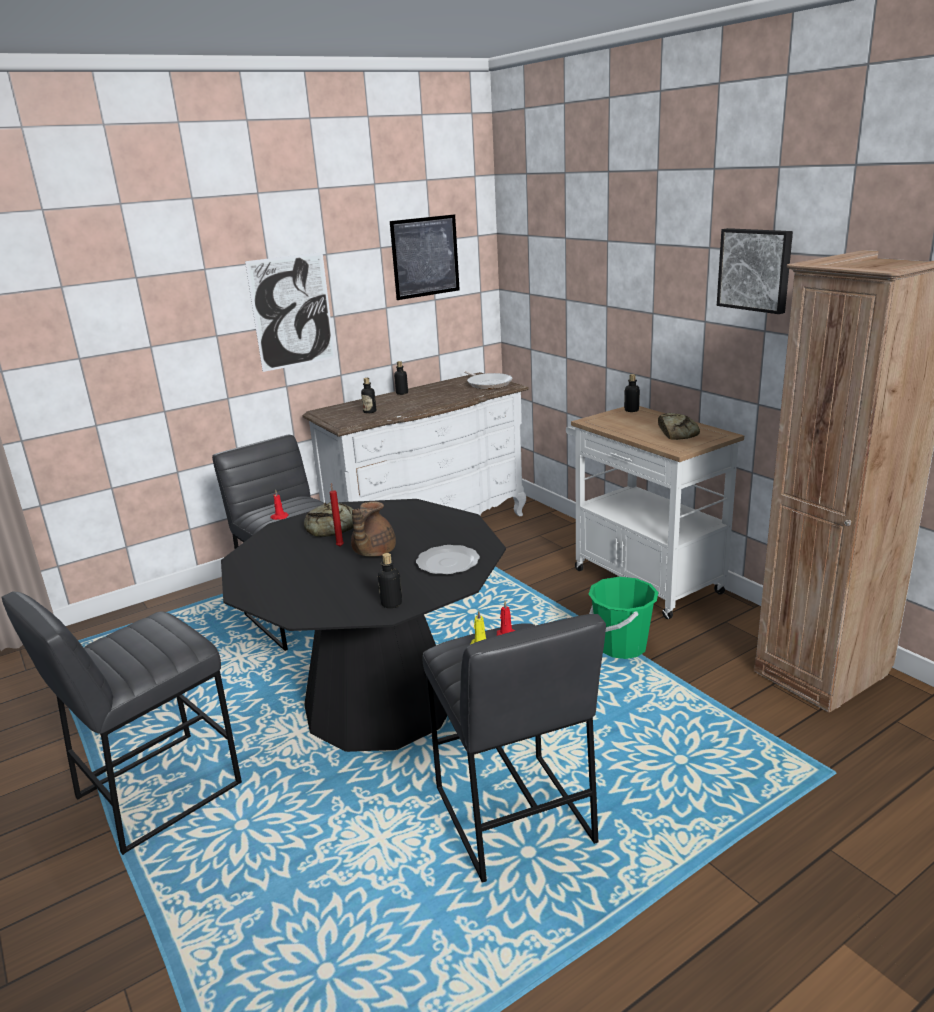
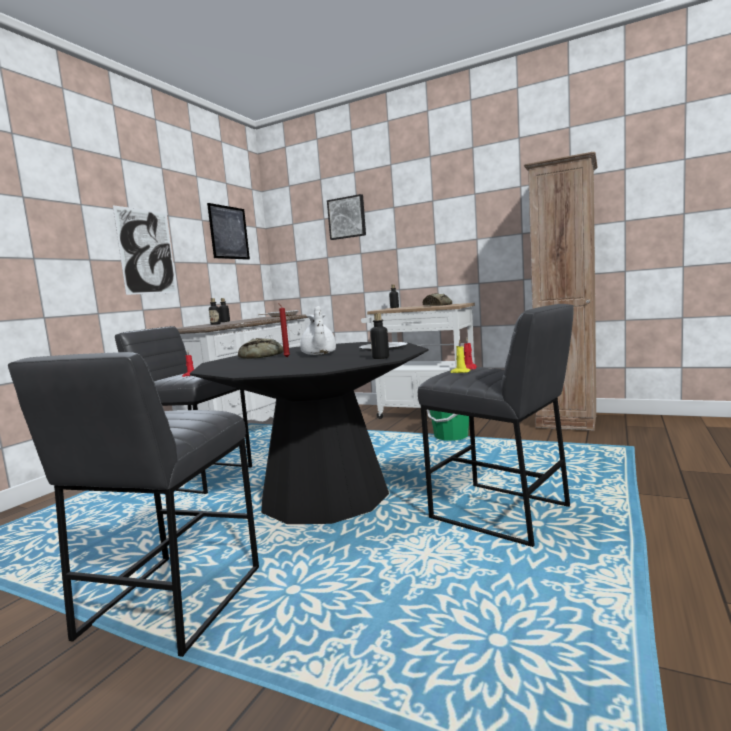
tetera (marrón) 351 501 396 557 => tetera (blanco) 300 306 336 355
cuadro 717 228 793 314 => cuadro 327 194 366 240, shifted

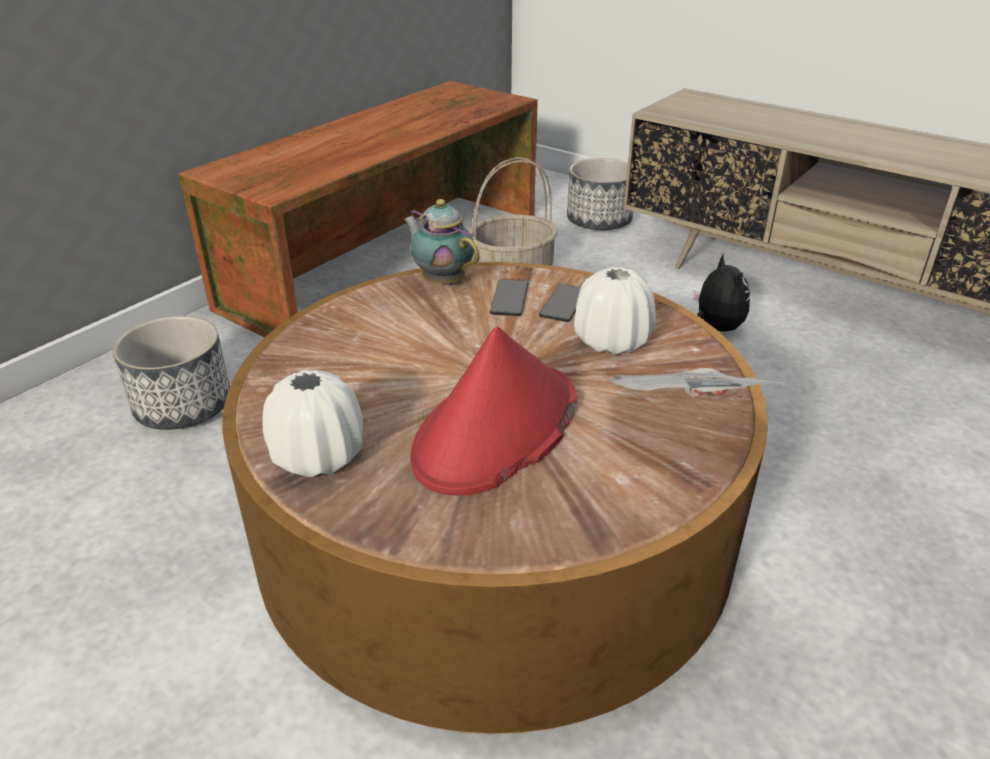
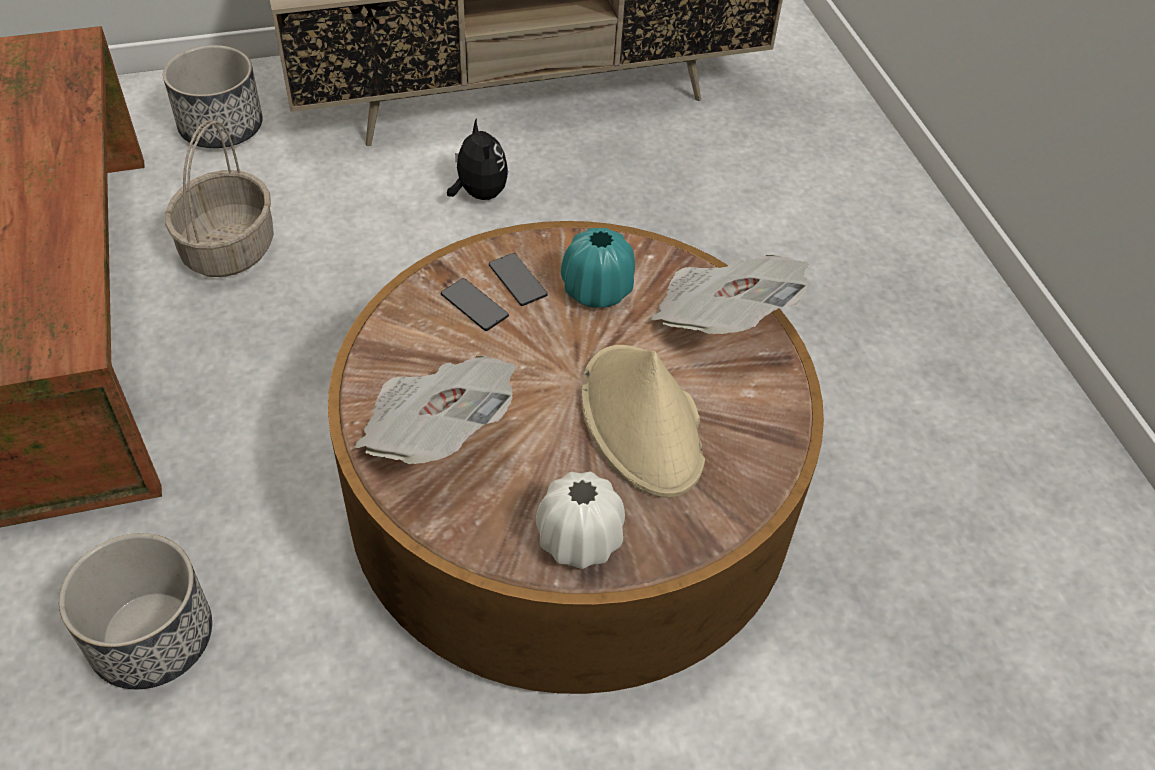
tetera 404 199 479 285 => nothing
sombrero (rojo) 410 326 577 495 => sombrero (beis) 581 345 705 498
florero (blanco) 574 267 656 355 => florero (turquesa) 561 228 635 308
peluche 693 254 750 332 => peluche 447 118 508 200, 45 degrees clockwise
nothing => periódico 355 355 516 464

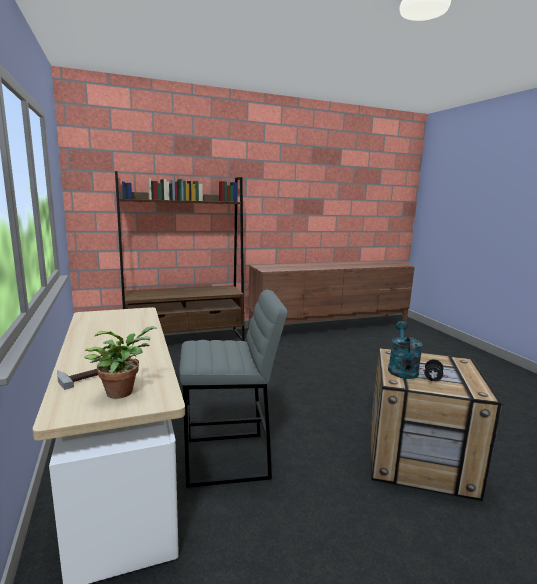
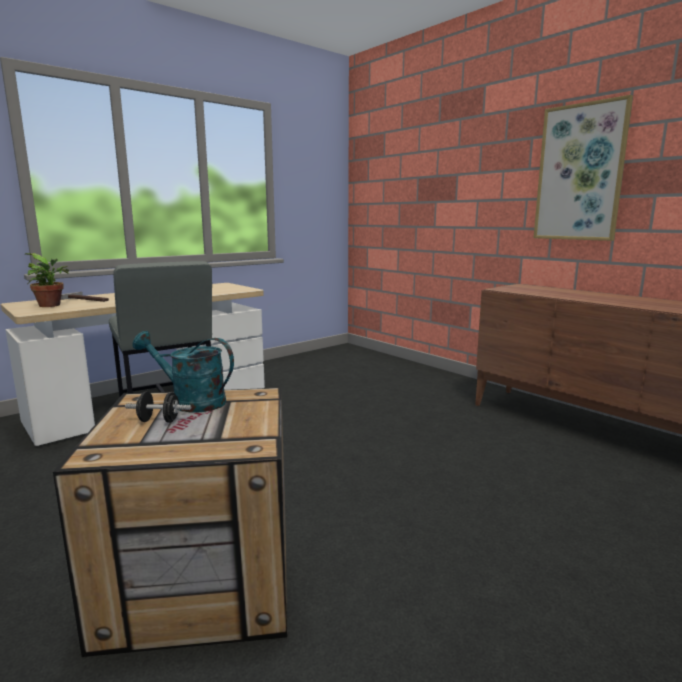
estantería (marrón) 115 171 244 341 => nothing
regadera (turquesa) 388 321 423 379 => regadera (turquesa) 132 331 234 412, 150 degrees counterclockwise
nothing => cuadro 533 95 633 241

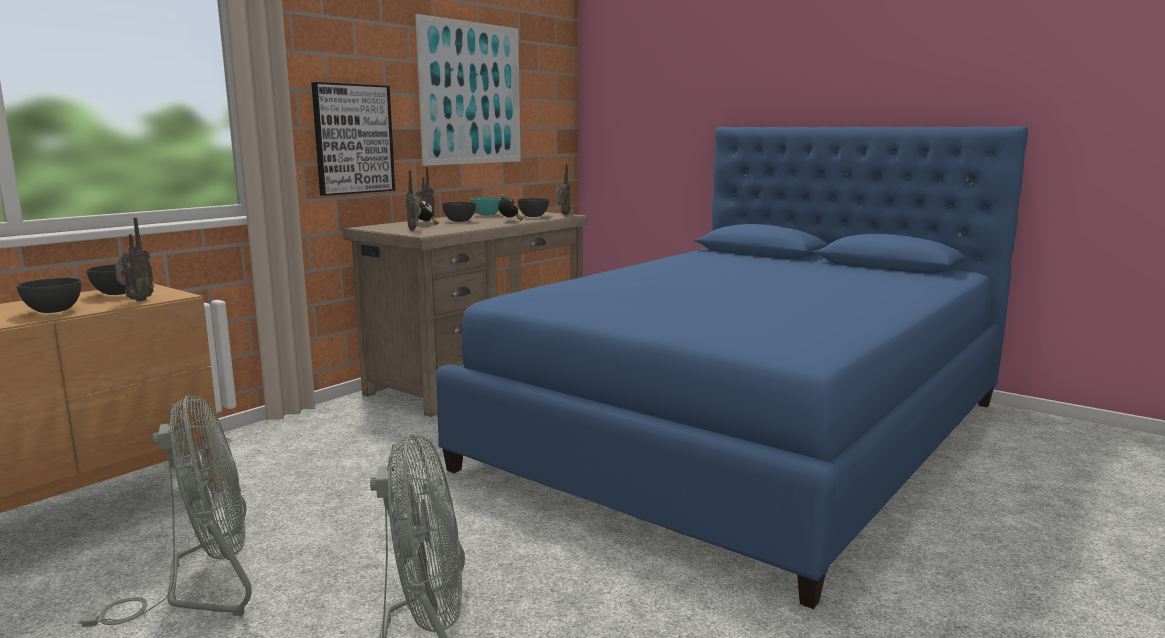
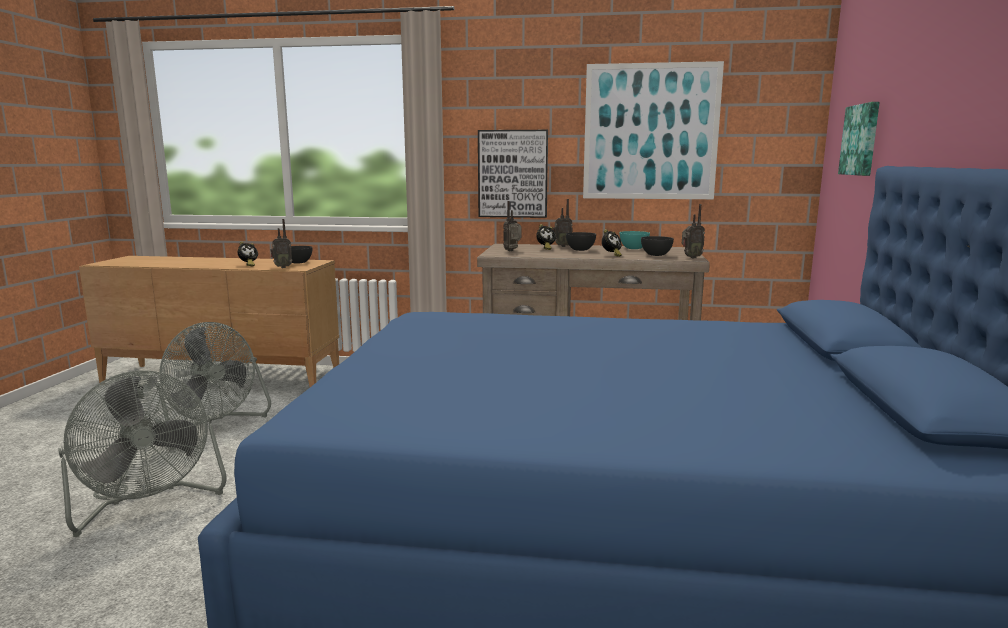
cuenco (gris) 17 278 81 313 => despertador 238 242 258 266
nothing => cuadro 838 102 880 176

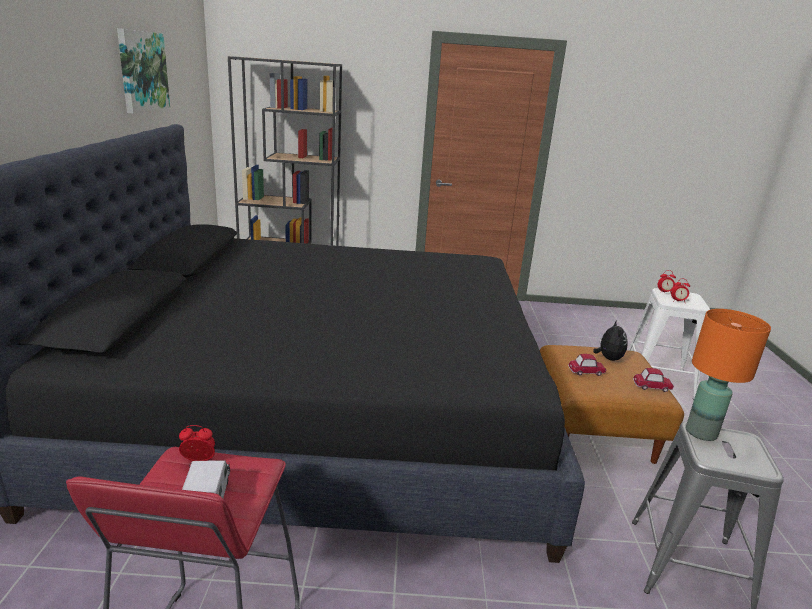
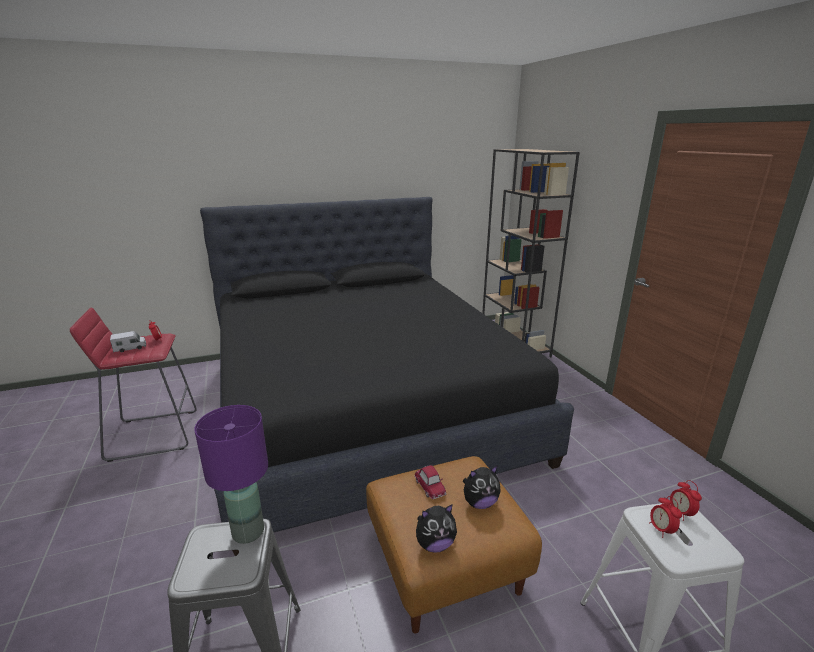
cuadro 117 28 170 114 => nothing
coche de juguete 633 368 674 392 => peluche 416 504 457 553
lámpara de mesa (naranja) 686 309 771 441 => lámpara de mesa (morado) 195 405 268 544

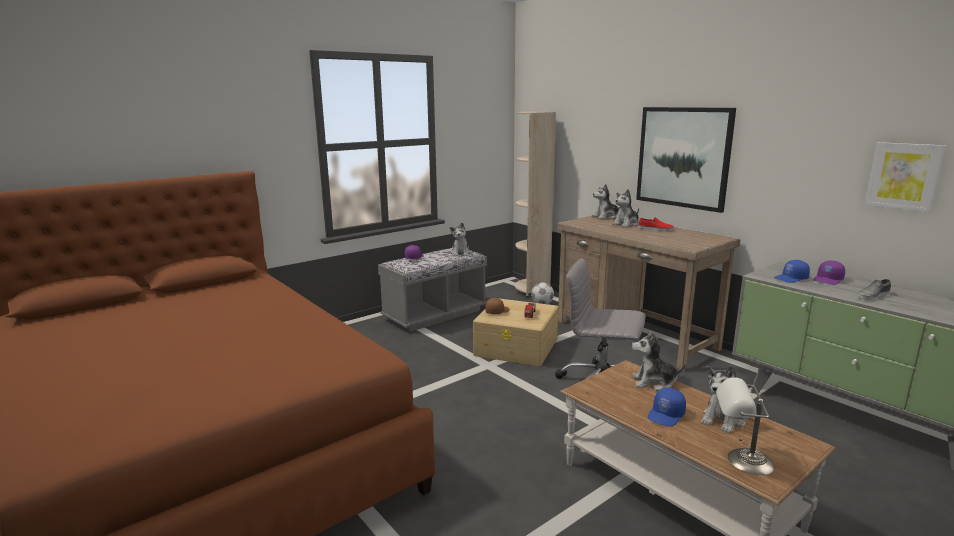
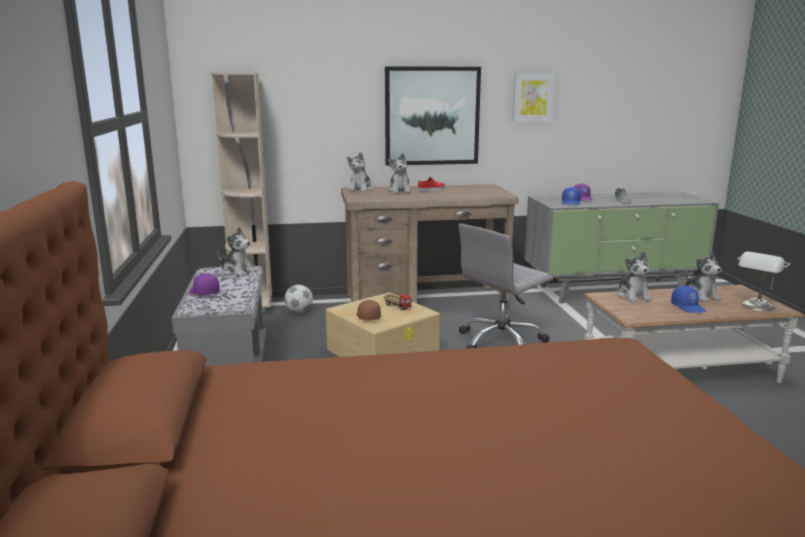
peluche 631 331 686 391 => peluche 617 251 652 302, 45 degrees counterclockwise
cuadro 865 142 946 212 => cuadro 513 73 555 122, shifted

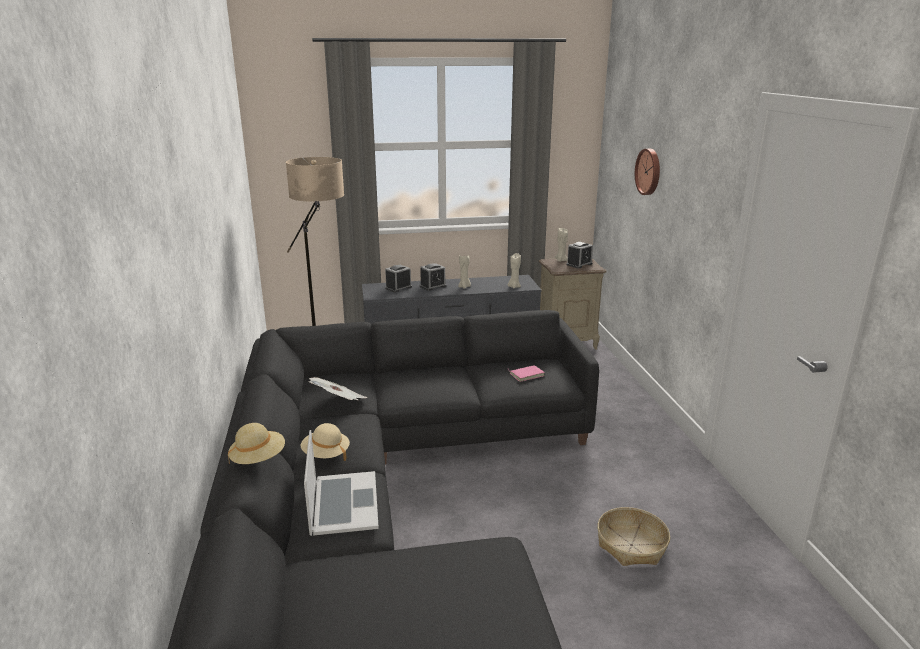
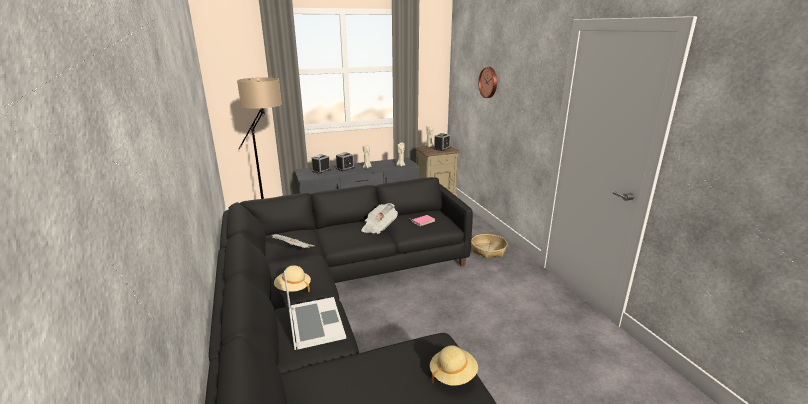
sombrero (beis) 228 423 285 464 => sombrero (beis) 430 345 478 386, shifted
cesta 597 507 670 566 => cesta 471 234 507 259, shifted
nothing => periódico 361 203 398 234

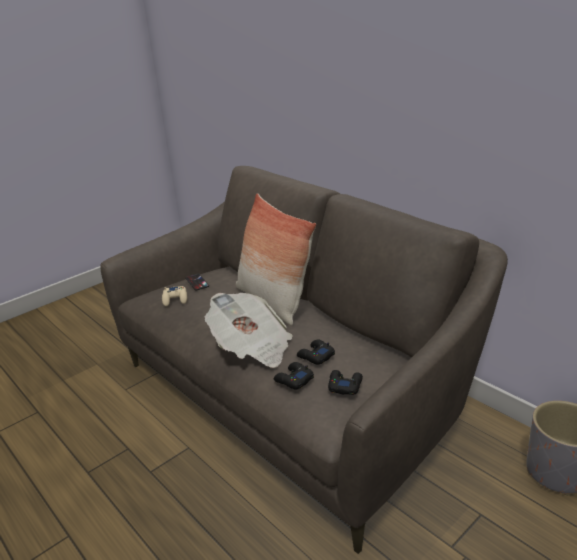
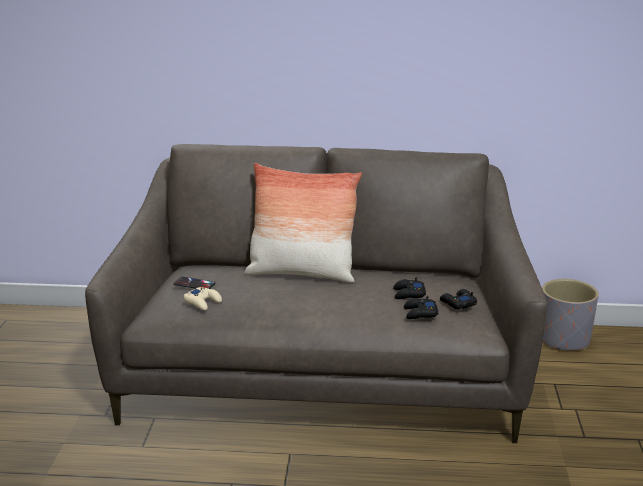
periódico 205 293 293 368 => nothing

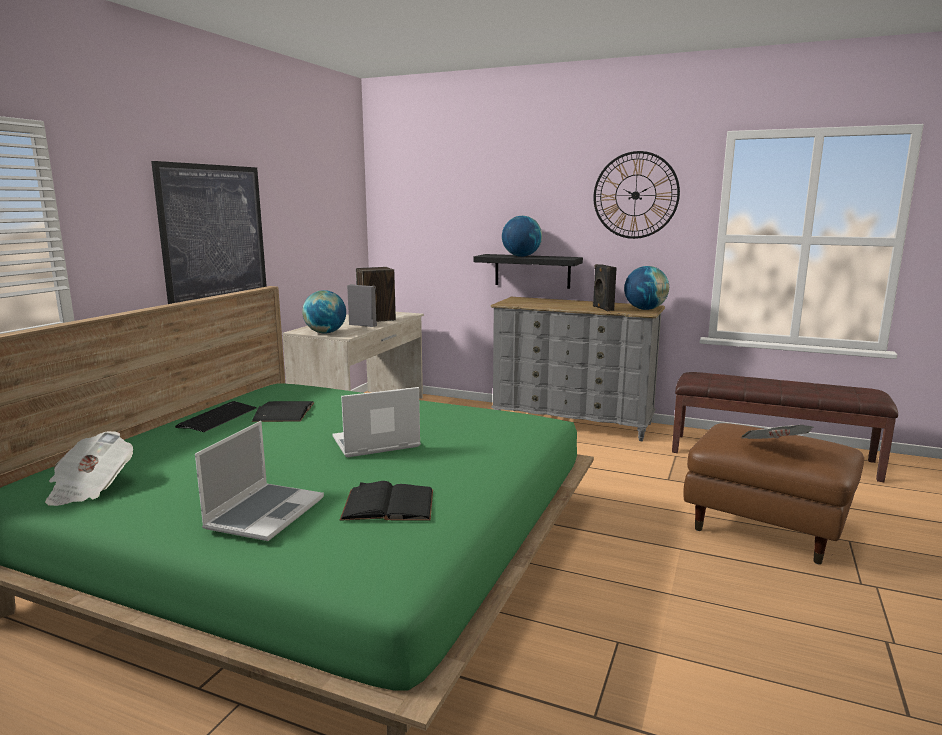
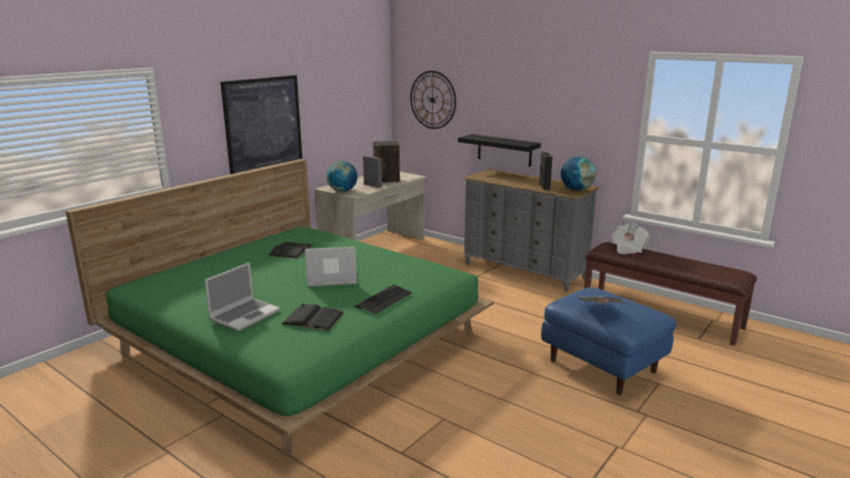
periódico 45 431 133 506 => periódico 611 223 650 254, shifted
teclado 175 401 257 432 => teclado 355 285 412 314, shifted
globo terráqueo 502 216 542 257 => nothing
reloj de pared 594 151 680 239 => reloj de pared 410 71 456 129, shifted
puf (marrón) 683 423 864 564 => puf (azul) 541 287 676 395

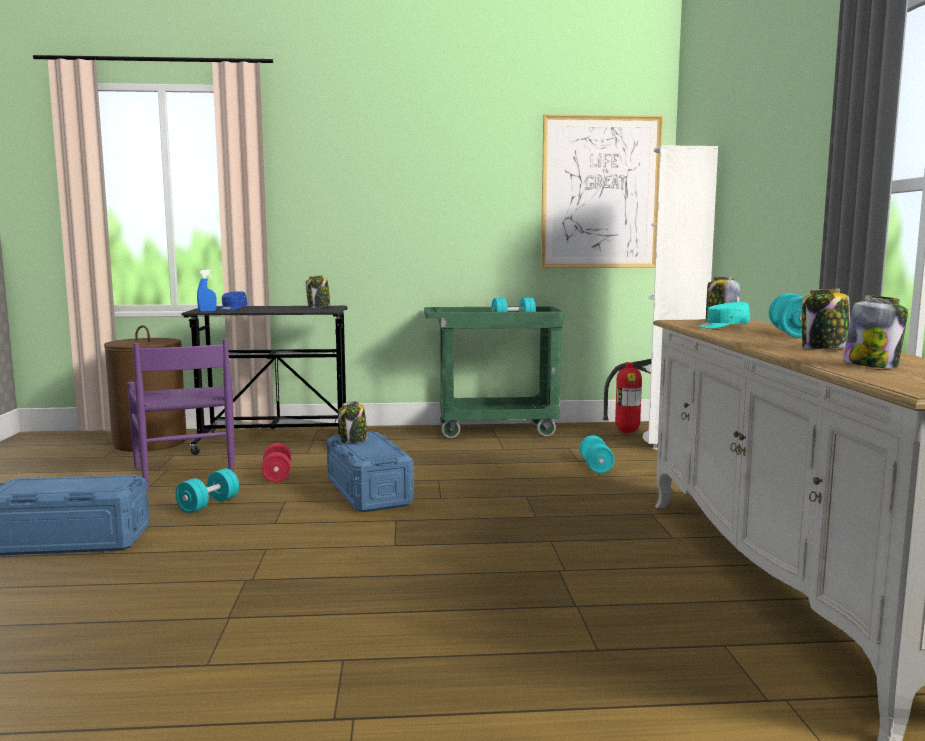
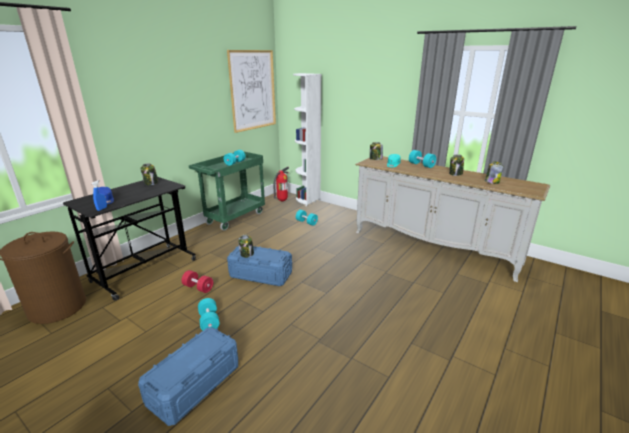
silla (morado) 128 339 235 489 => nothing

